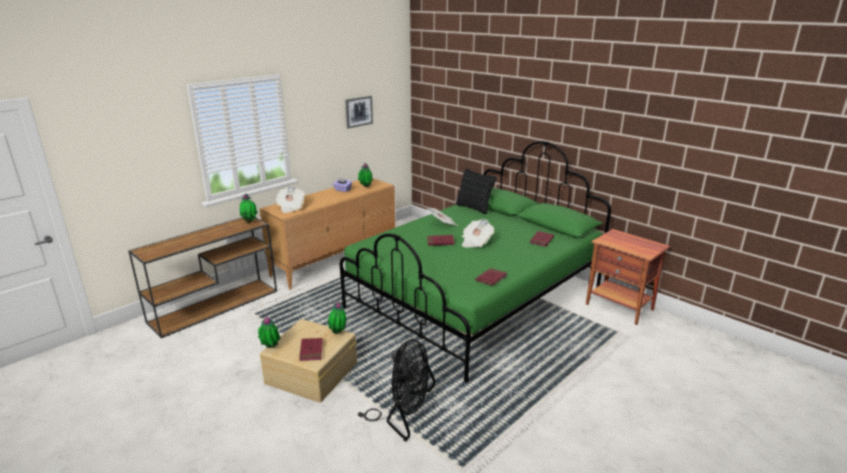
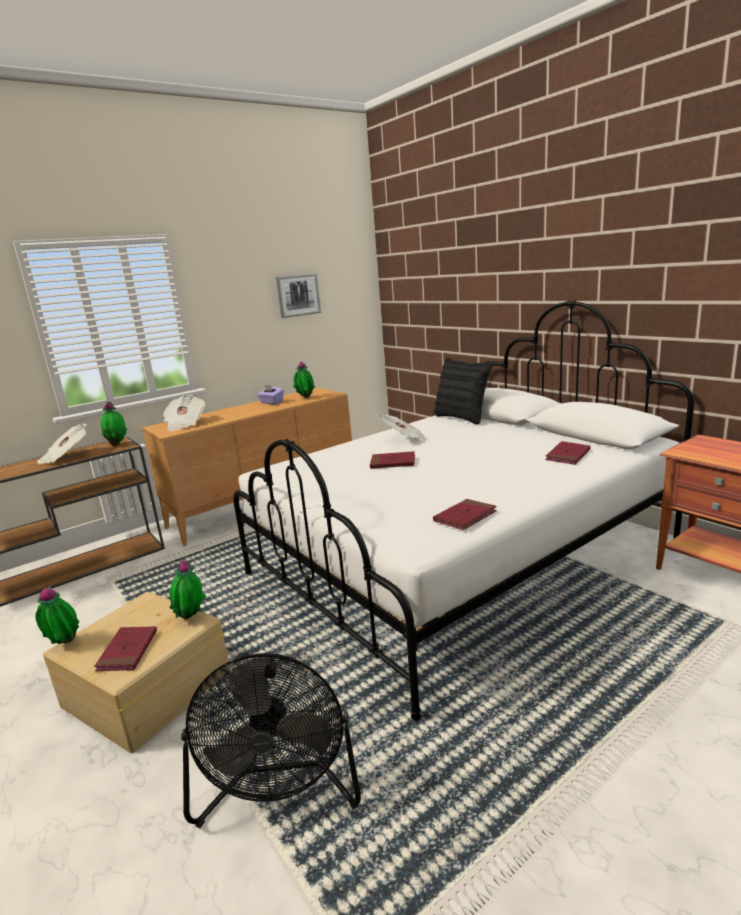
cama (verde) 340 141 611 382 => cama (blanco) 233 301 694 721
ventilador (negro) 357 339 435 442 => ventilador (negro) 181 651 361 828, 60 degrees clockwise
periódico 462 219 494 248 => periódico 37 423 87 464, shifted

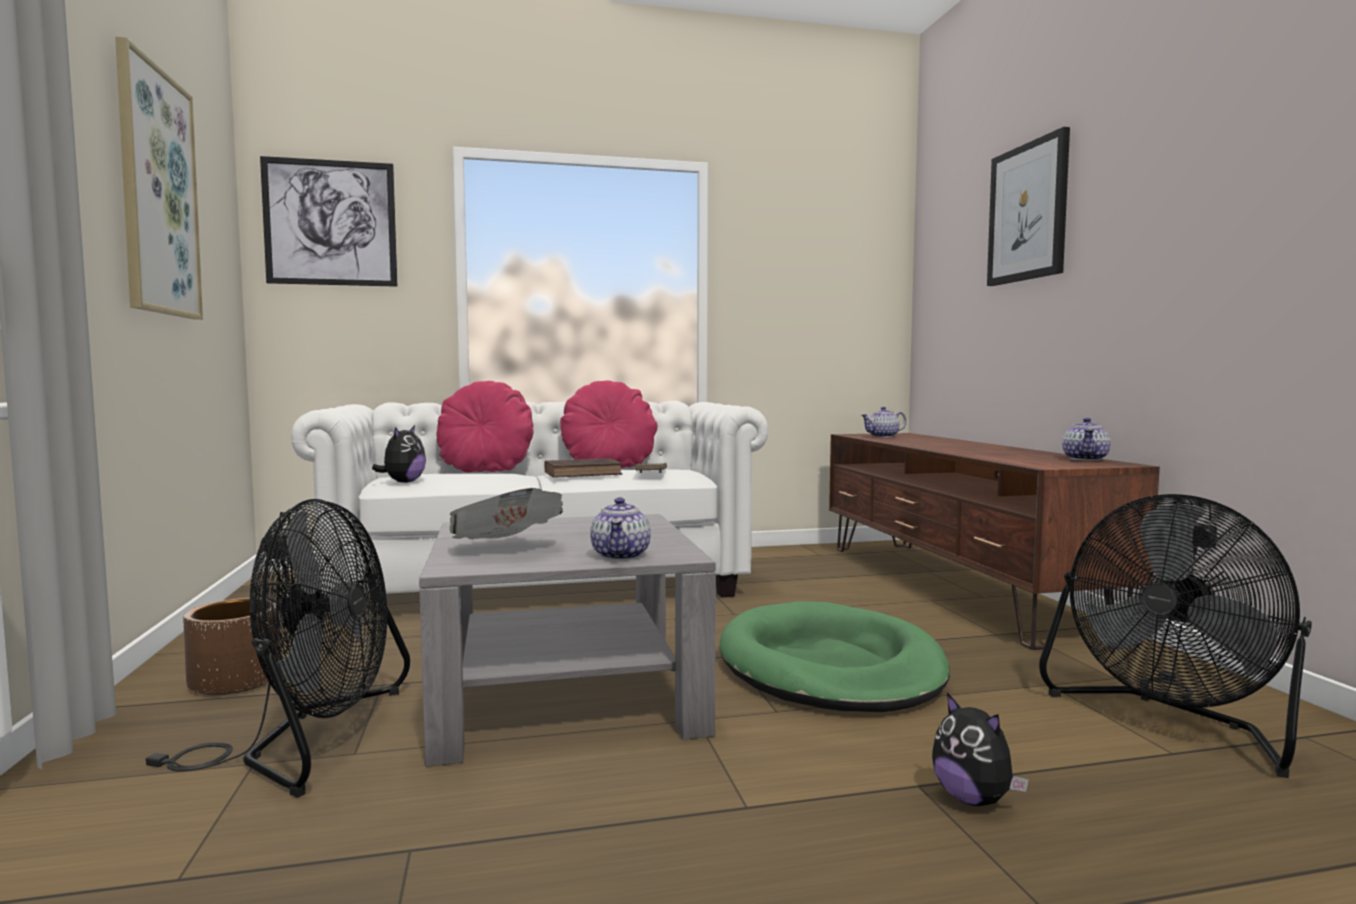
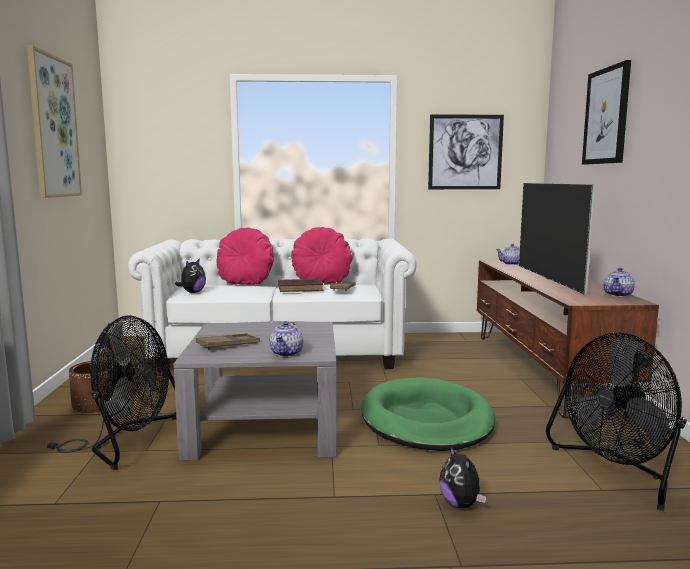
cuadro 260 156 397 287 => cuadro 428 114 504 189, shifted
periódico 450 488 563 539 => bandeja (marrón) 196 333 260 349
nothing => televisor 519 181 595 295

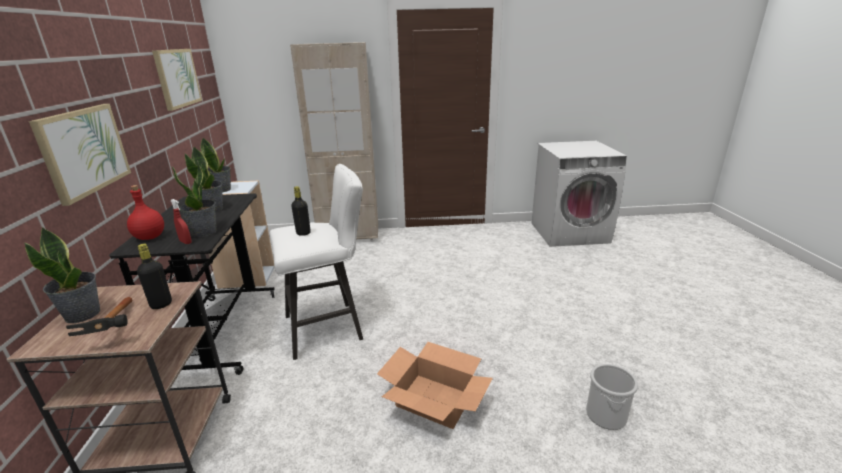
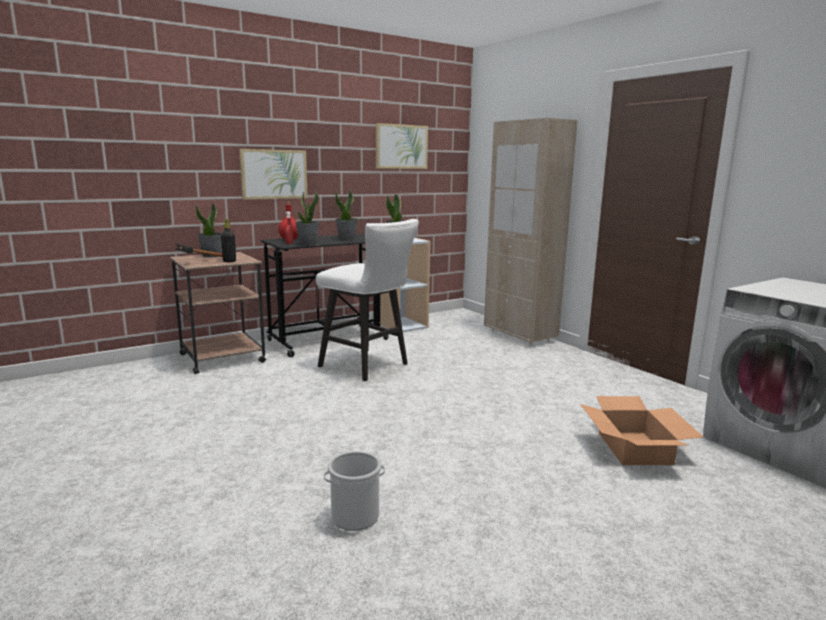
botella (negro) 291 186 311 236 => nothing
caja de cartón 377 342 493 429 => caja de cartón 580 396 703 465, shifted

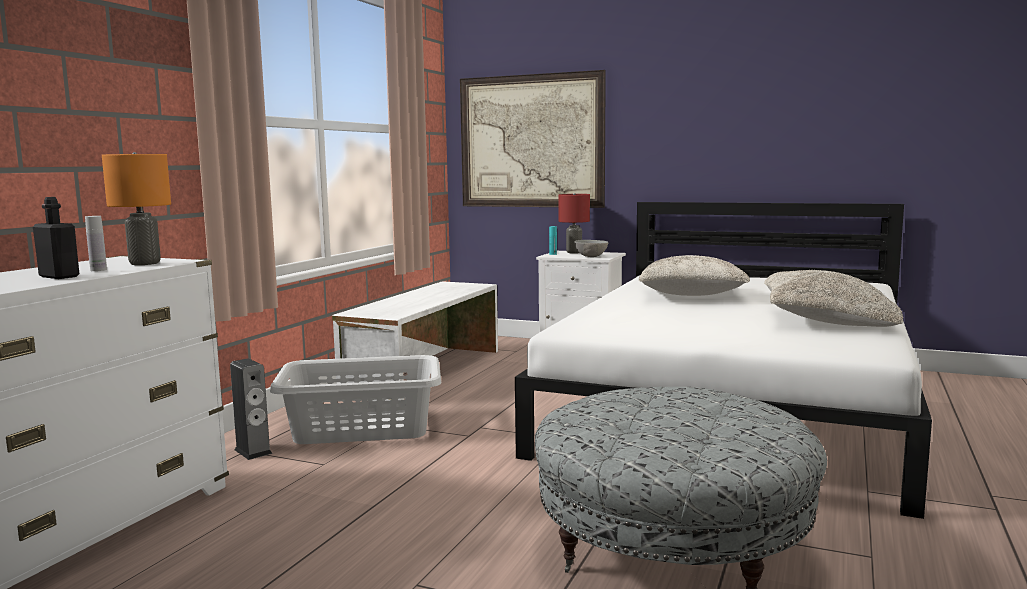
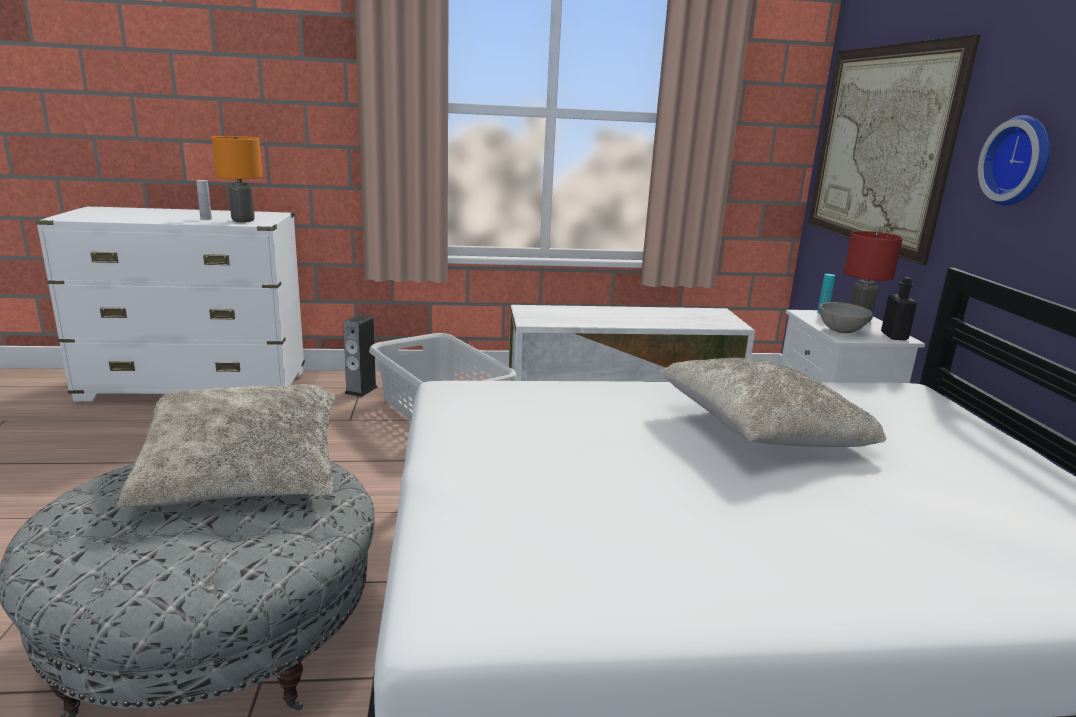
botella (negro) 33 197 80 279 => botella (negro) 881 277 917 340, shifted
cojín (beis) 764 270 904 327 => cojín (beis) 117 384 335 509, shifted
nothing => reloj de pared 978 115 1051 205

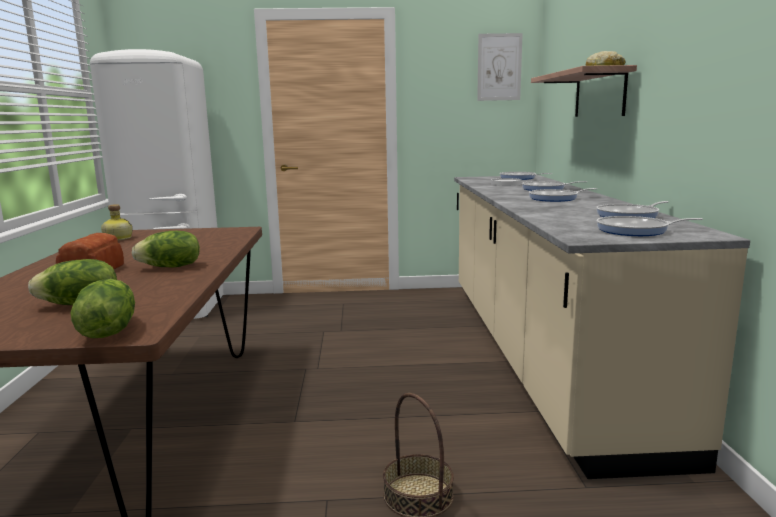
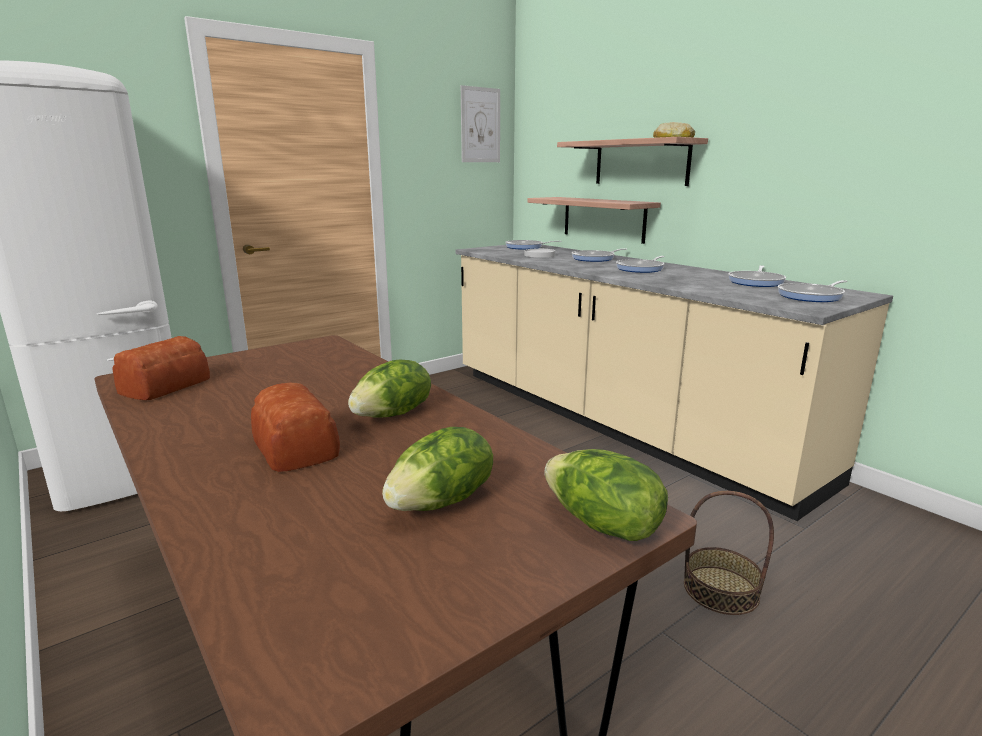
botella 101 204 133 240 => pan 112 336 210 400
nothing => estante 527 197 661 244

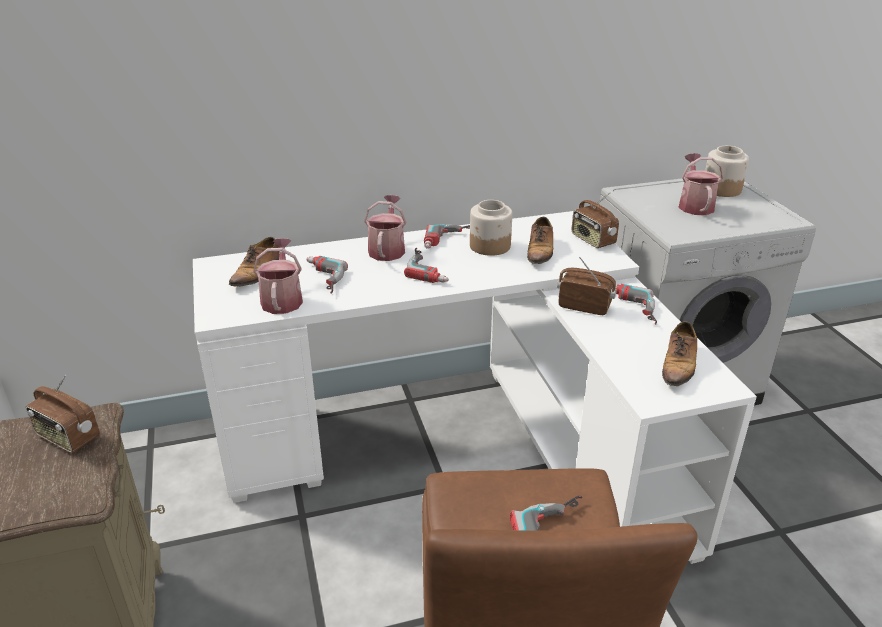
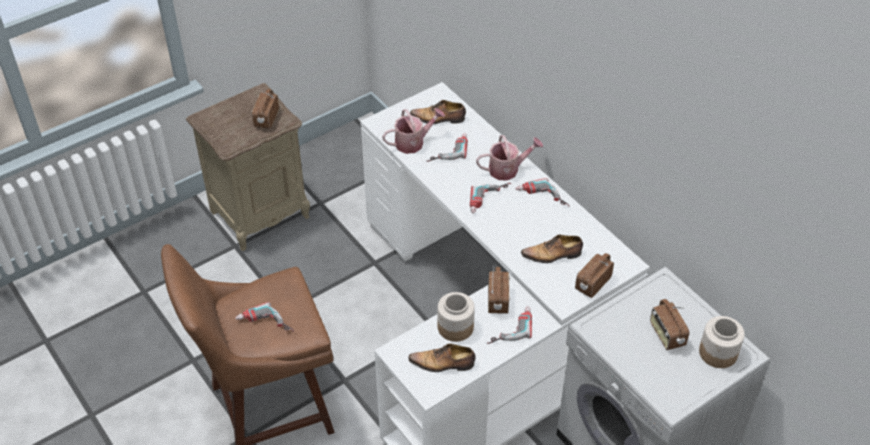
tarro 470 200 513 256 => tarro 437 292 475 342, shifted
regadera 678 153 723 215 => radio 650 299 689 350

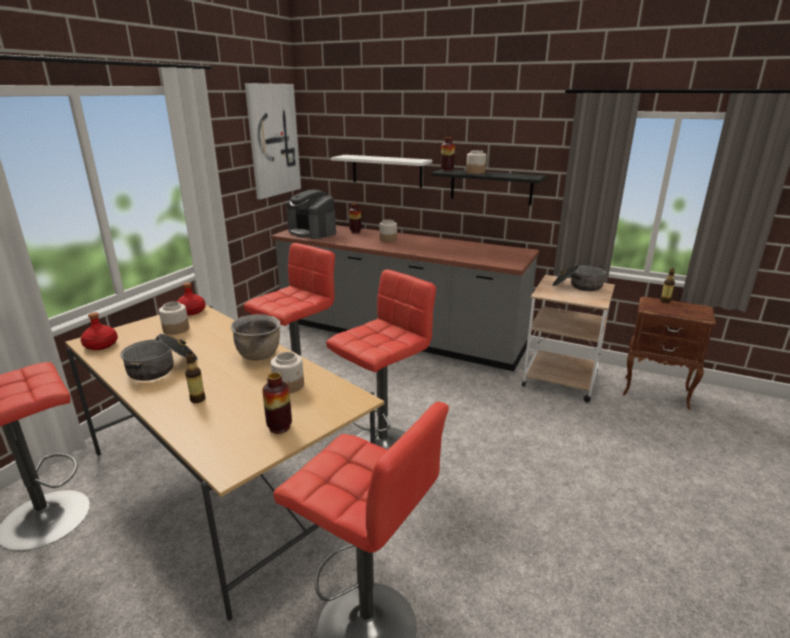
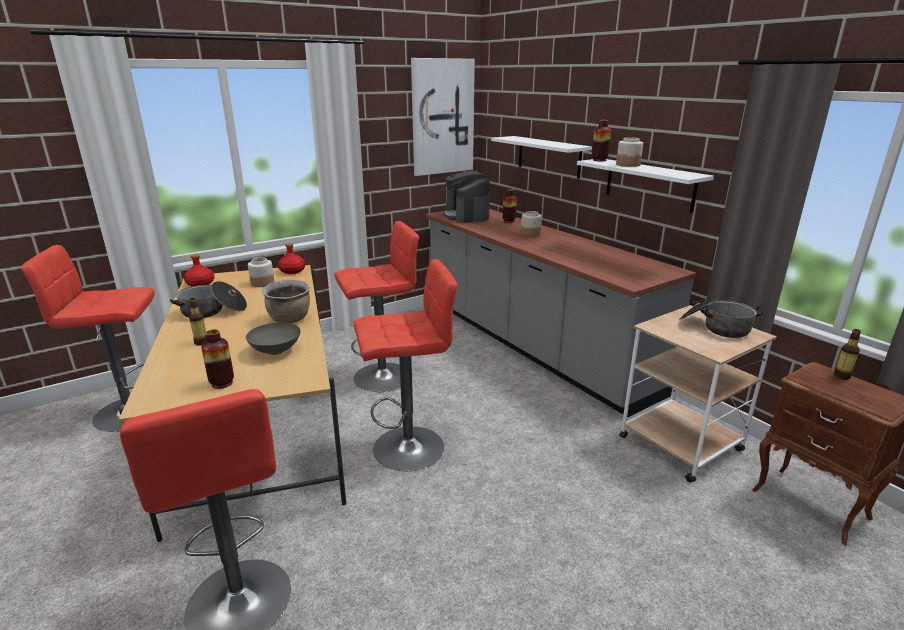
tarro 271 352 304 393 => cuenco (gris) 246 323 301 355
estante (negro) 432 169 546 206 => estante (blanco) 577 159 714 213

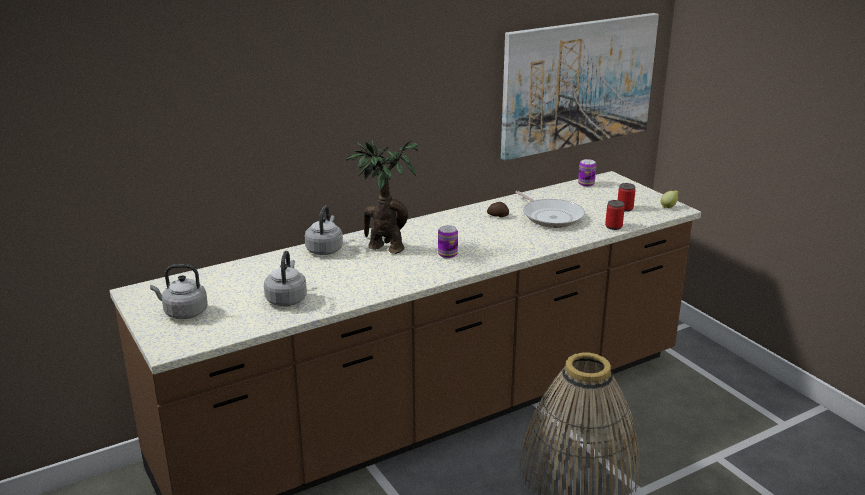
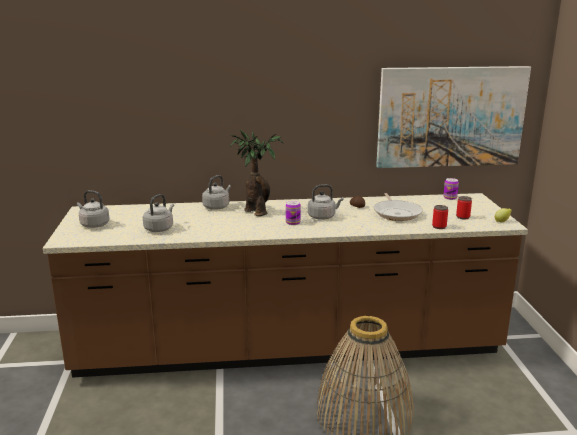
nothing => hervidor (gris) 308 184 344 220

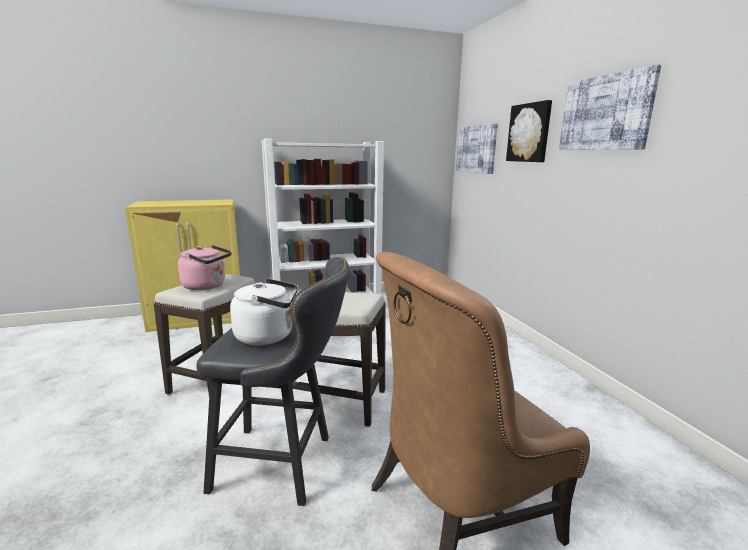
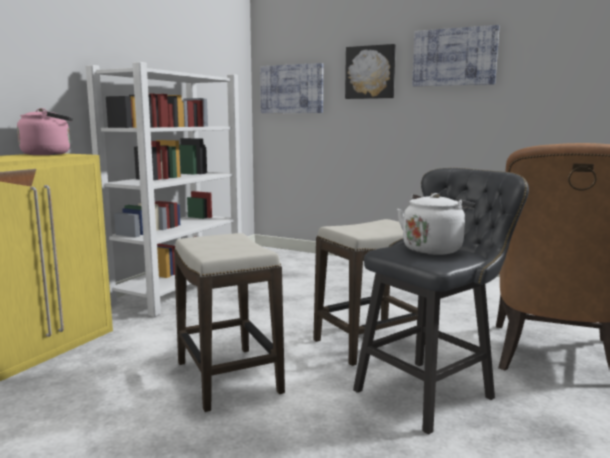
hervidor (rosa) 178 245 232 290 => hervidor (rosa) 17 108 73 155, shifted

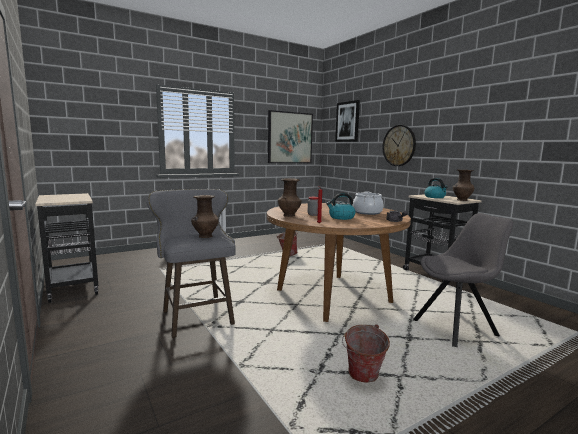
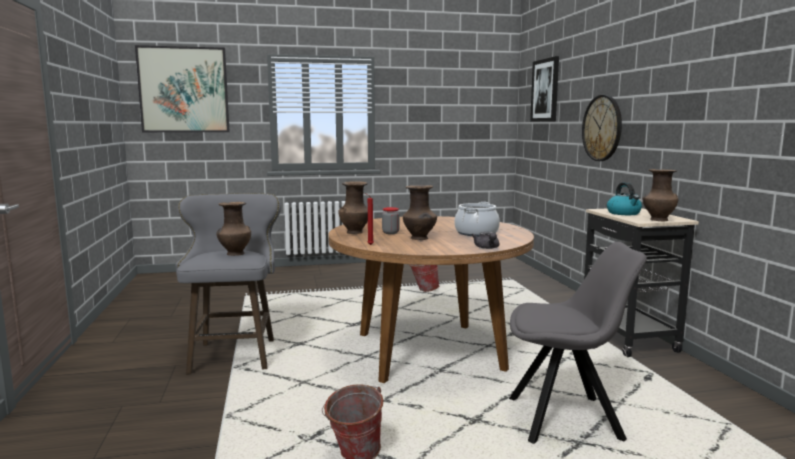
carrito 35 193 99 303 => nothing
cuadro 268 110 313 163 => cuadro 135 45 230 132, shifted
hervidor 326 193 355 220 => florero (marrón) 403 185 437 240

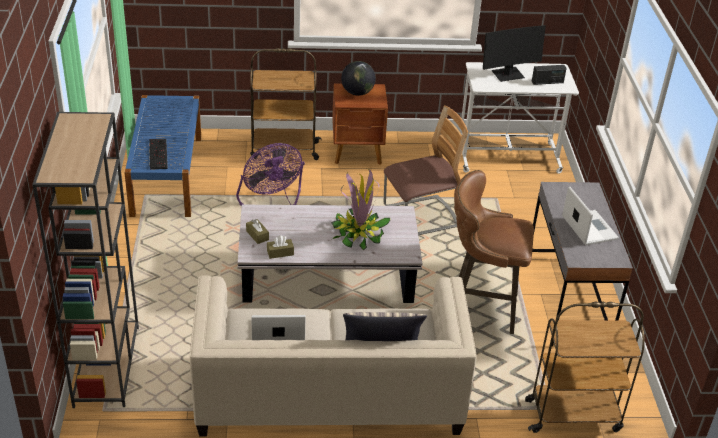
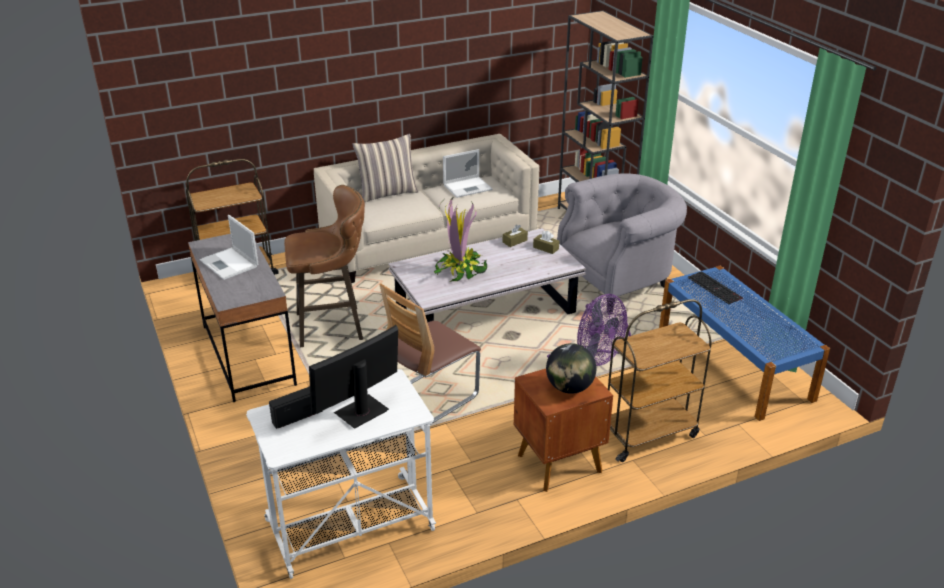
nothing => sillón (gris) 557 173 687 315

